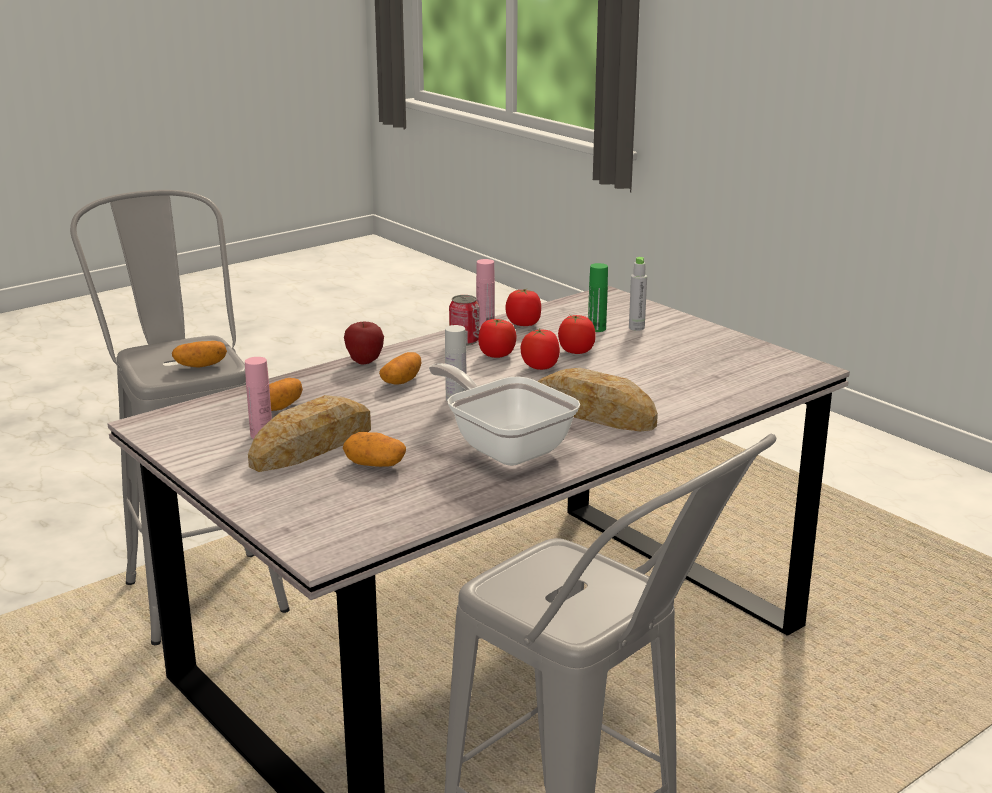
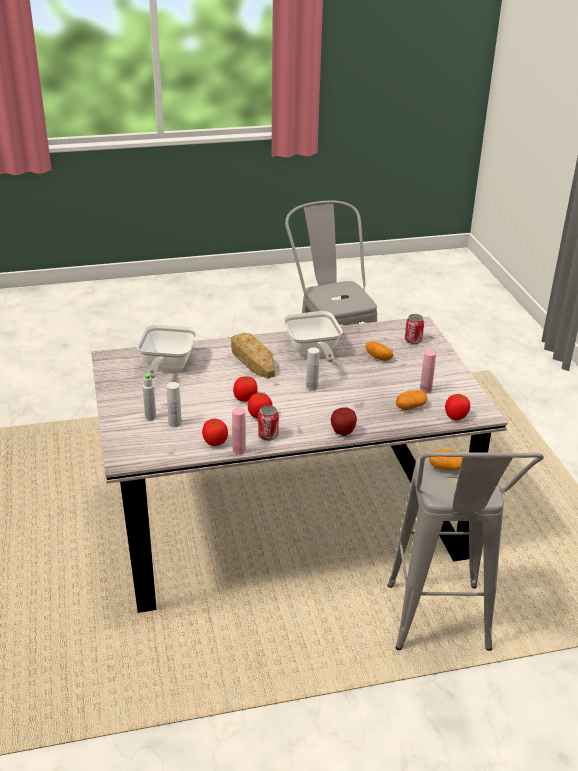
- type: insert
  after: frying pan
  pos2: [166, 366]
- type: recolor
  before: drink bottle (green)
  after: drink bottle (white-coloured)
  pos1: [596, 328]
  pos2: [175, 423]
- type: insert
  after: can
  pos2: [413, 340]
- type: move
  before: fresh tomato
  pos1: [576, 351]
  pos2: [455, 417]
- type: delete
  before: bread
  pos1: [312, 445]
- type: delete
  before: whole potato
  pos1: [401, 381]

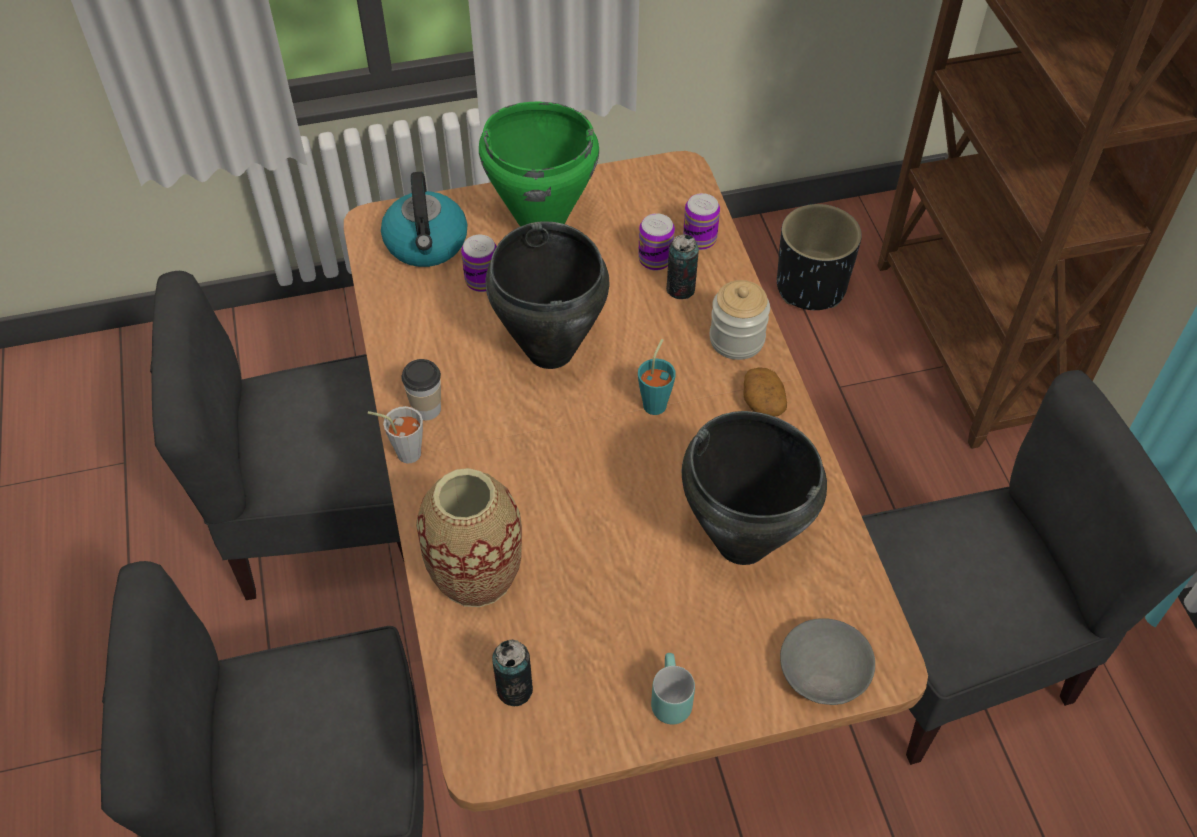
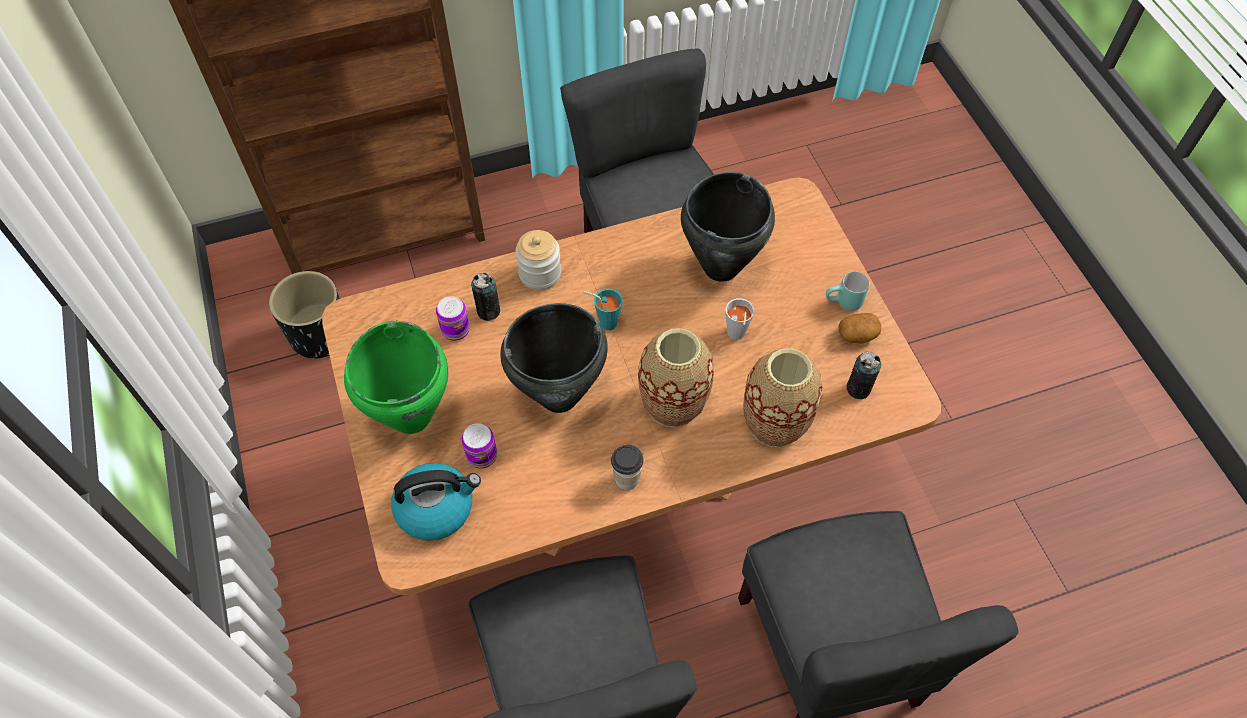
- type: insert
  after: flower vase
  pos2: [673, 404]
- type: move
  before: small cup (greyish)
  pos1: [403, 452]
  pos2: [735, 336]
- type: move
  before: whole potato
  pos1: [762, 402]
  pos2: [857, 335]
- type: delete
  before: can
  pos1: [699, 239]
- type: delete
  before: deep dish (greyish)
  pos1: [823, 671]

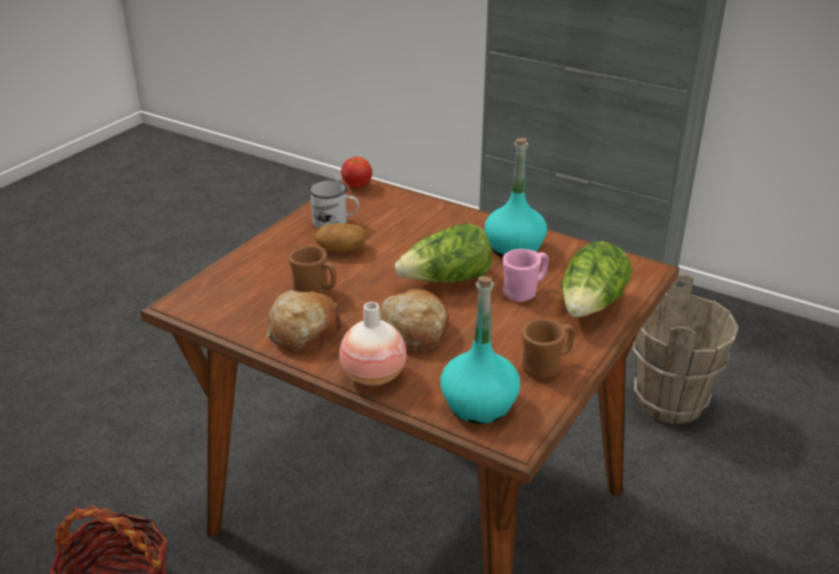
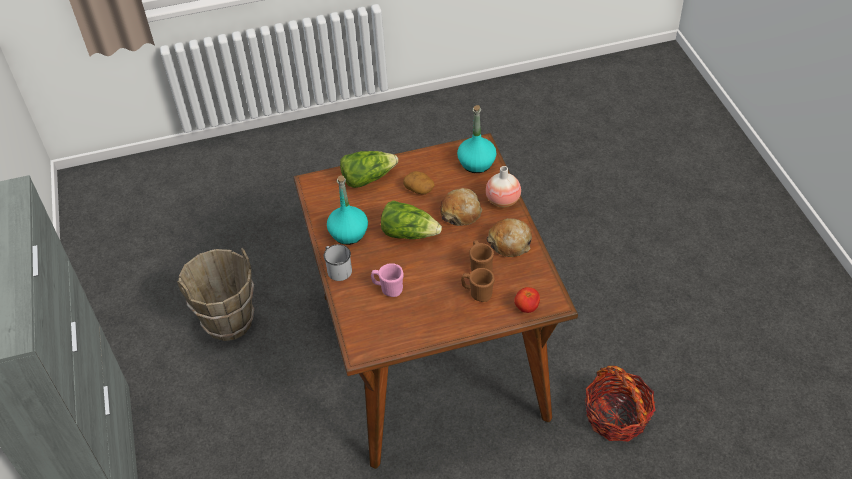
- type: move
  before: mug (white-coloured)
  pos1: [335, 222]
  pos2: [337, 269]
- type: move
  before: mug (pink-coloured)
  pos1: [524, 292]
  pos2: [388, 289]
- type: move
  before: whole potato
  pos1: [341, 249]
  pos2: [419, 189]
- type: move
  before: mug (brown)
  pos1: [546, 367]
  pos2: [477, 293]
- type: move
  before: fresh tomato
  pos1: [357, 185]
  pos2: [526, 307]

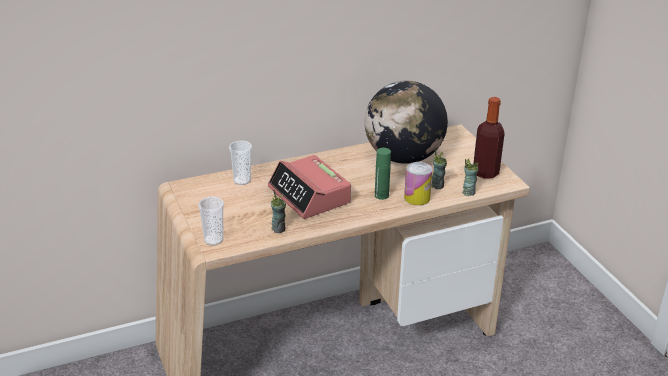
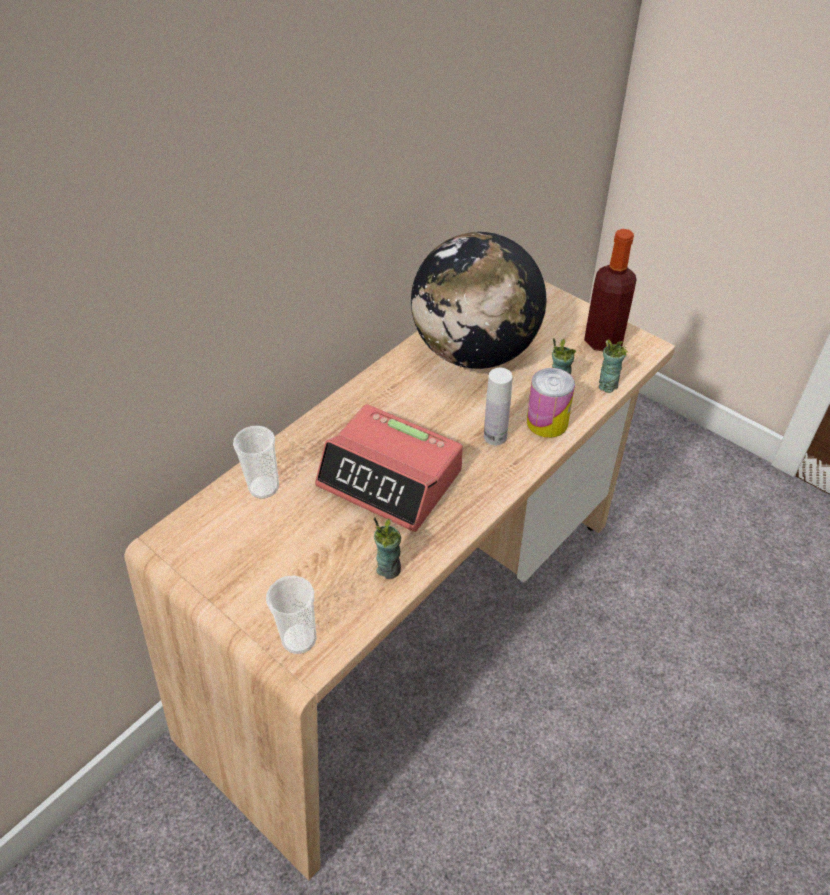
- type: recolor
  before: drink bottle (green)
  after: drink bottle (white-coloured)
  pos1: [381, 195]
  pos2: [495, 437]

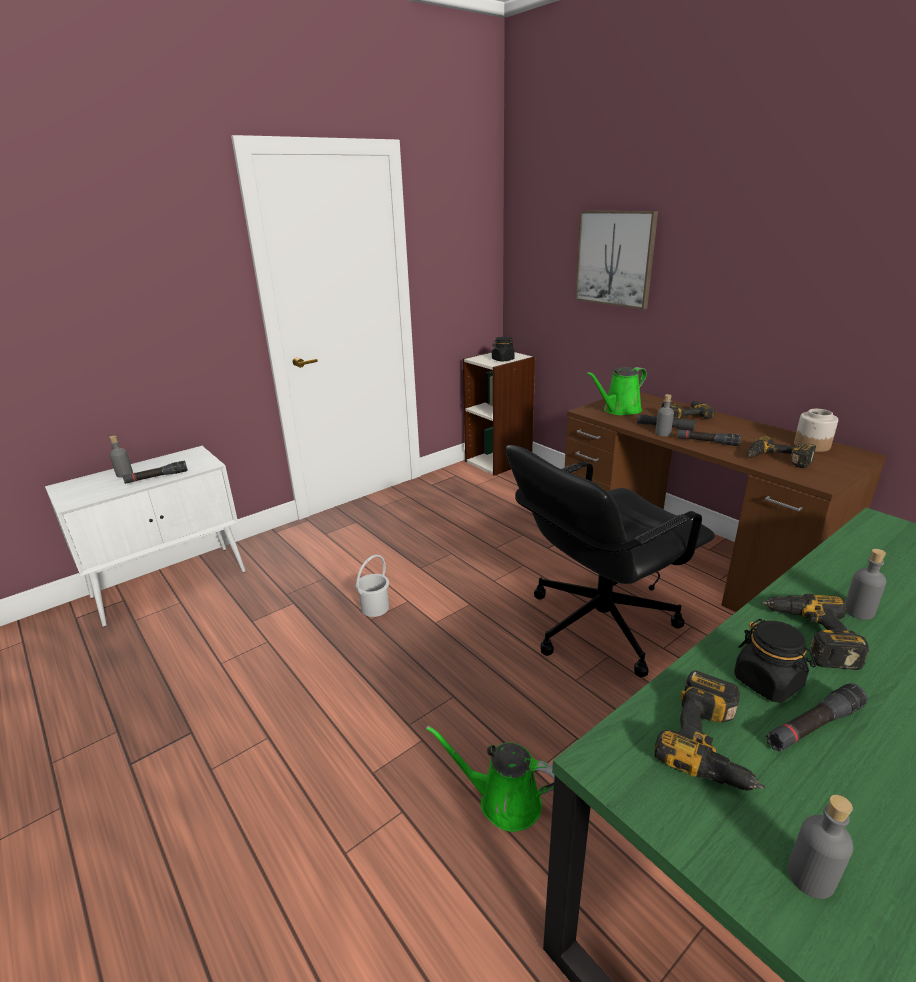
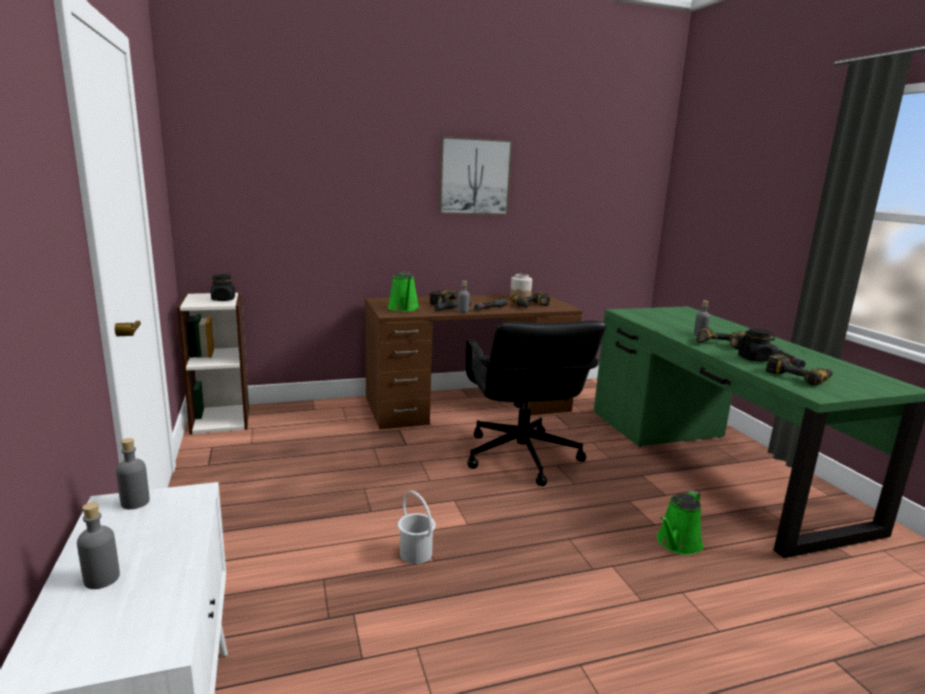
- type: move
  before: drink bottle (greyish)
  pos1: [810, 877]
  pos2: [135, 502]
- type: move
  before: wall art
  pos1: [615, 258]
  pos2: [474, 177]
- type: delete
  before: hand torch (black-coloured)
  pos1: [156, 477]

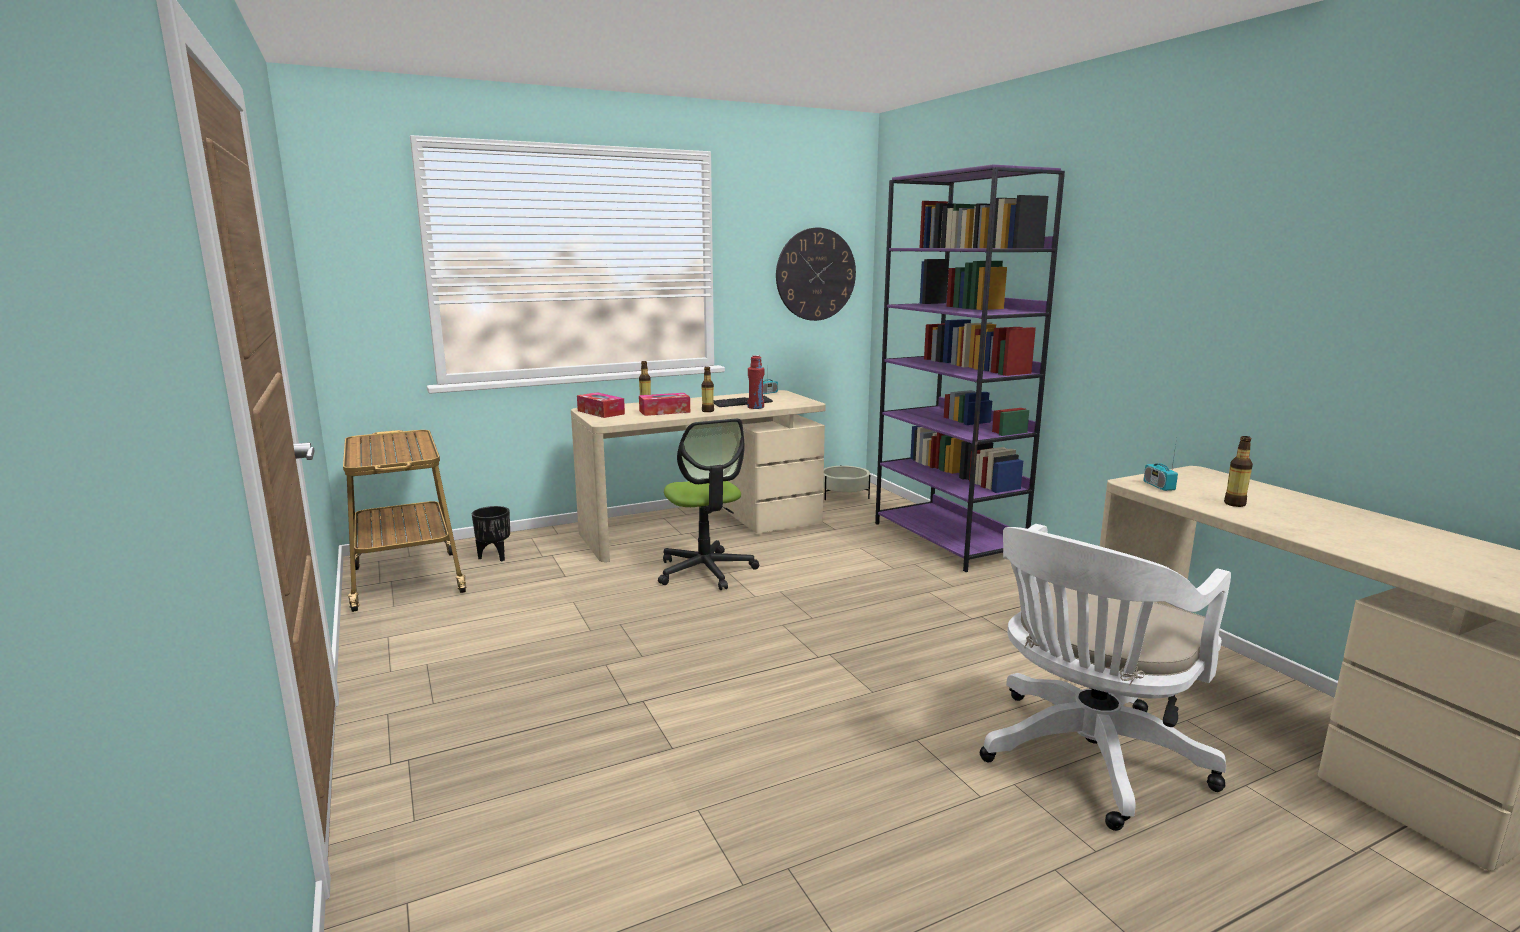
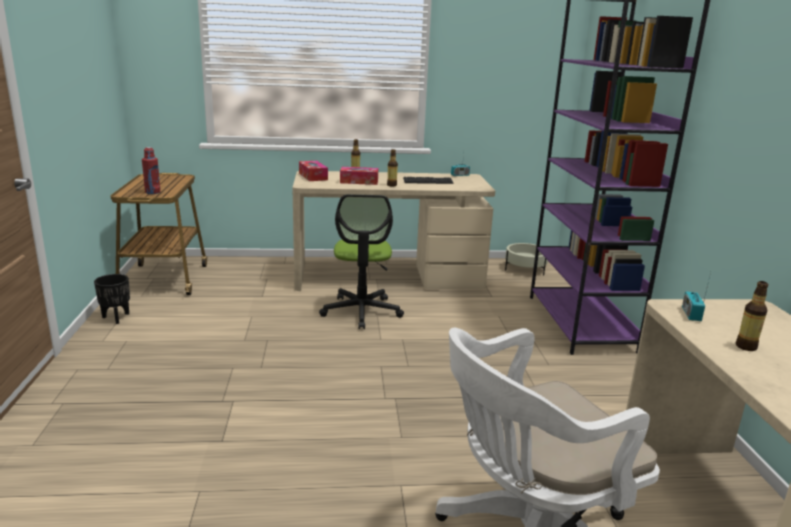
- type: move
  before: flower pot (black-coloured)
  pos1: [495, 556]
  pos2: [116, 318]
- type: move
  before: drink bottle (red)
  pos1: [755, 407]
  pos2: [153, 192]
- type: delete
  before: wall clock
  pos1: [816, 274]

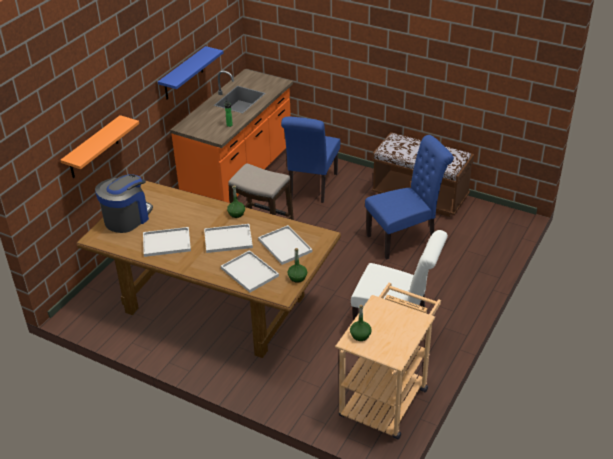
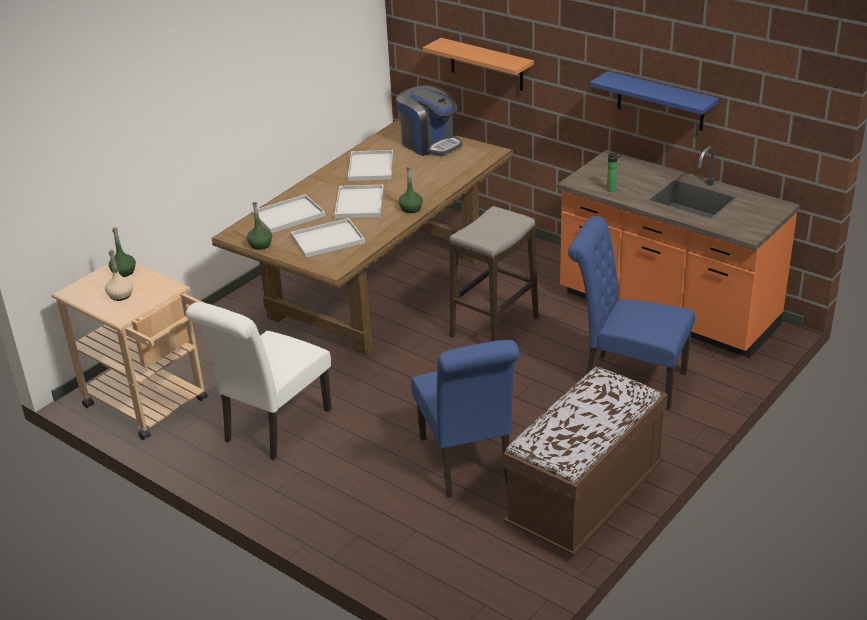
- type: insert
  after: drink bottle (beige)
  pos2: [120, 295]

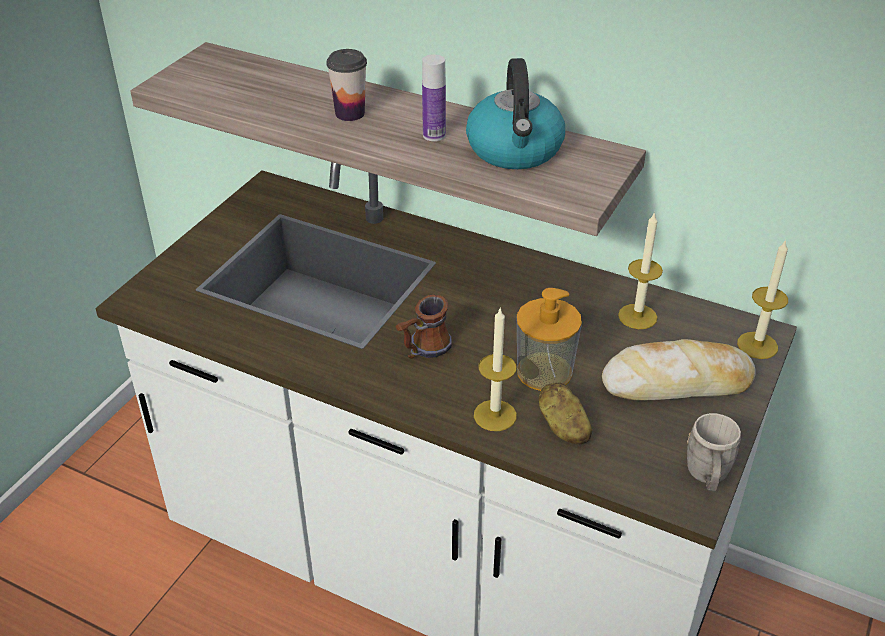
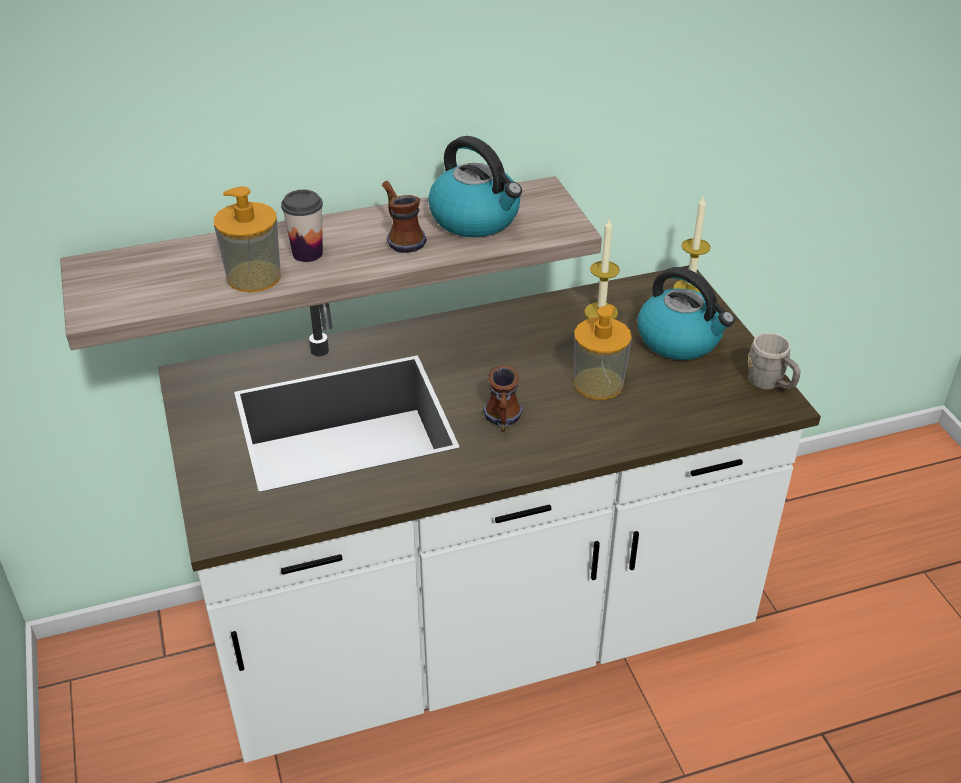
- type: insert
  after: liquid soap bottle
  pos2: [254, 276]
- type: replace
  before: drink bottle
  after: mug
  pos1: [434, 135]
  pos2: [401, 237]
- type: replace
  before: bread
  after: water kettle
  pos1: [677, 383]
  pos2: [680, 340]
- type: delete
  before: wax light
  pos1: [495, 415]
- type: delete
  before: whole potato
  pos1: [562, 427]

